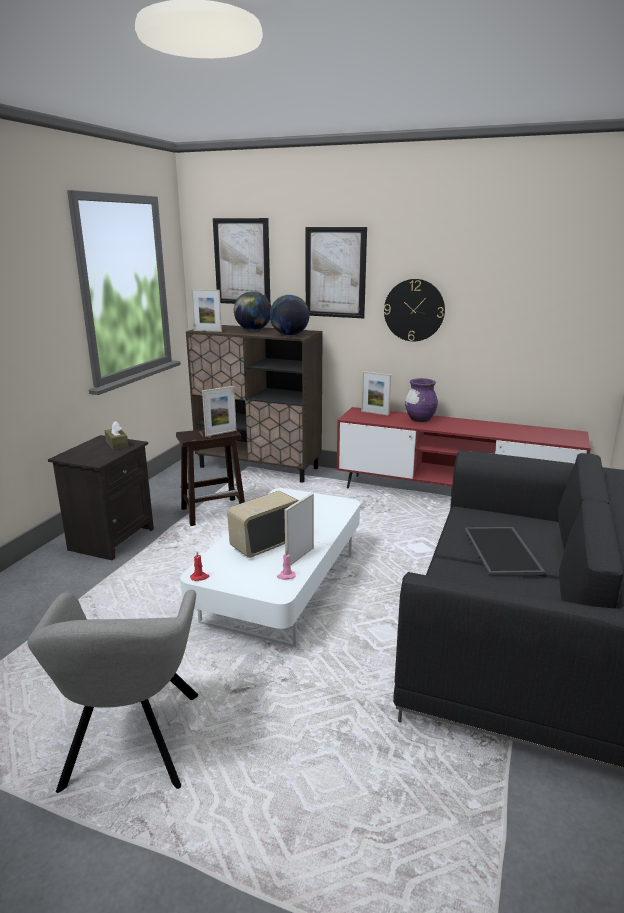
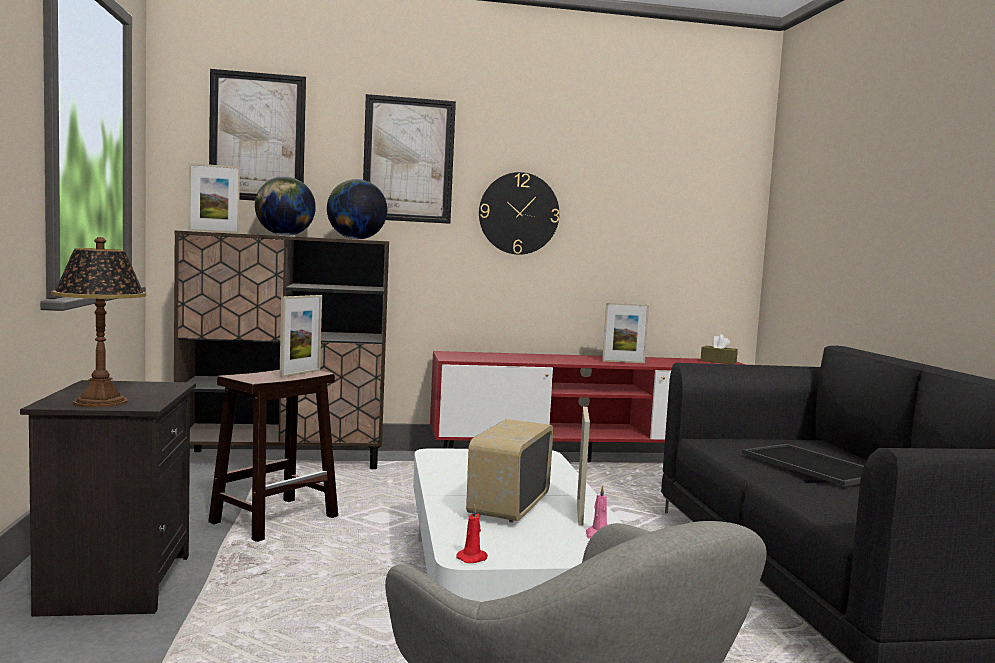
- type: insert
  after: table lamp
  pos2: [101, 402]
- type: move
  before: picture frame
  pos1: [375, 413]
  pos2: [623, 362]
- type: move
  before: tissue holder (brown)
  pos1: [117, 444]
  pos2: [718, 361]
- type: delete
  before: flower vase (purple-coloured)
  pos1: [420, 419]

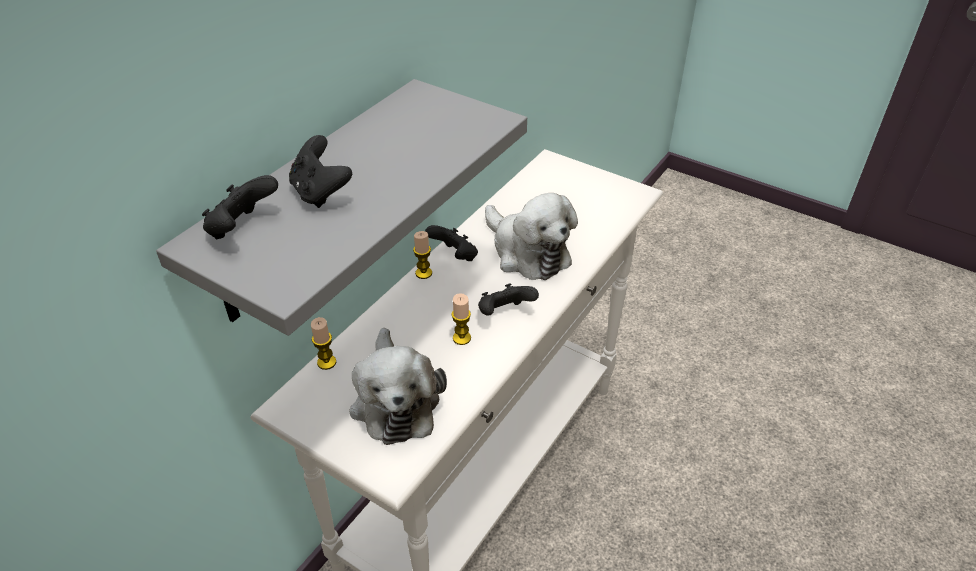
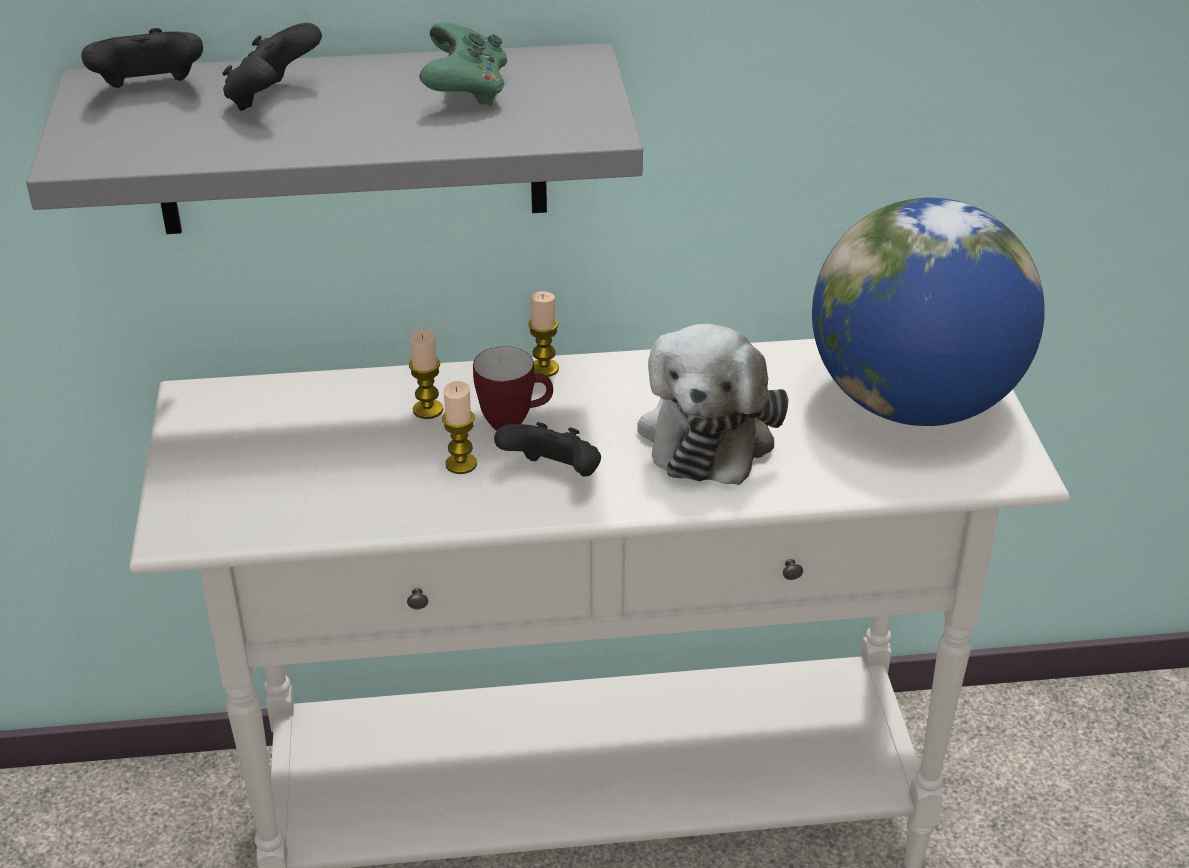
- type: move
  before: wax light
  pos1: [326, 362]
  pos2: [428, 410]
- type: insert
  after: gamepad (green)
  pos2: [466, 91]
- type: insert
  after: mug
  pos2: [514, 422]
- type: insert
  after: desk globe
  pos2: [913, 403]
- type: delete
  before: cuddly toy
  pos1: [395, 400]
- type: delete
  before: gamepad (black-coloured)
  pos1: [454, 257]

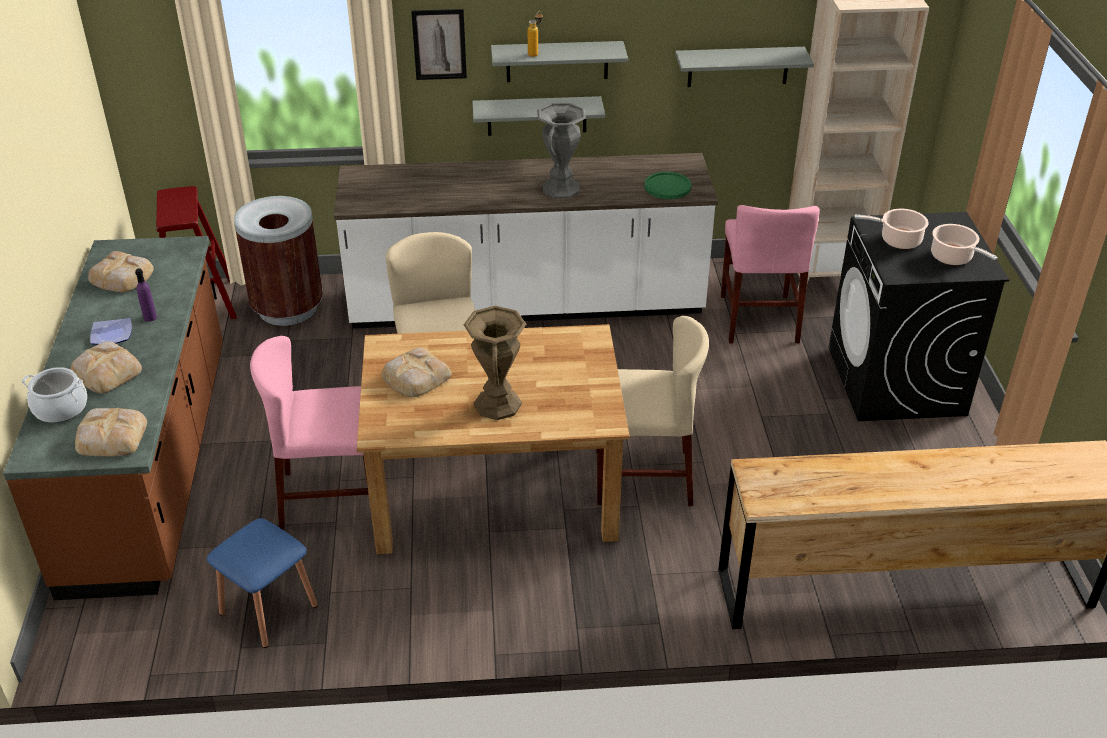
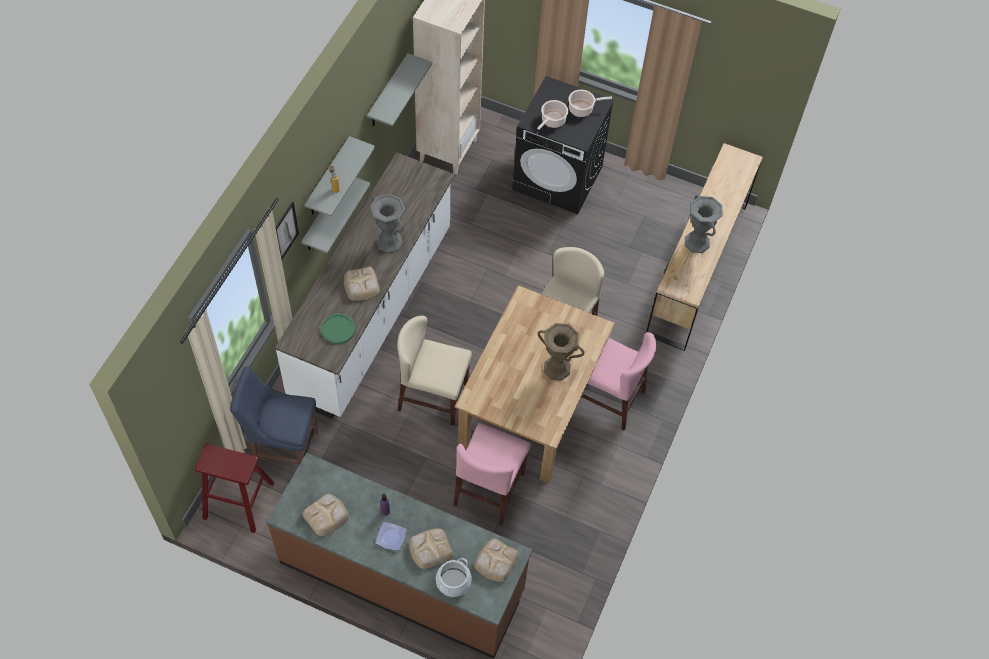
- type: replace
  before: waste bin (brown)
  after: chair (bluish)
  pos1: [288, 308]
  pos2: [283, 447]
- type: move
  before: plate (green)
  pos1: [667, 187]
  pos2: [338, 329]
- type: move
  before: bread
  pos1: [415, 377]
  pos2: [361, 286]
- type: move
  before: chair (pink-coloured)
  pos1: [758, 318]
  pos2: [608, 398]
- type: insert
  after: flower vase (greyish)
  pos2: [696, 242]
- type: delete
  before: stool seat (bluish)
  pos1: [268, 609]

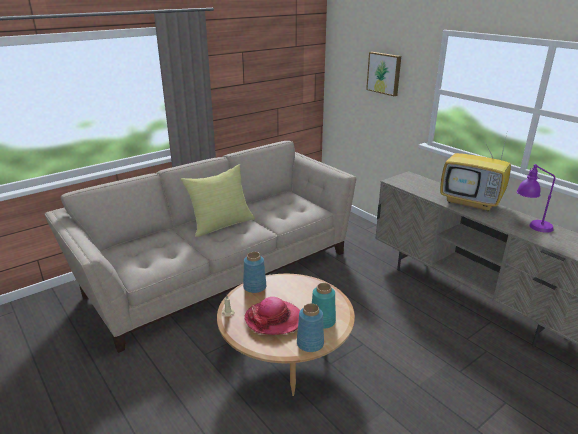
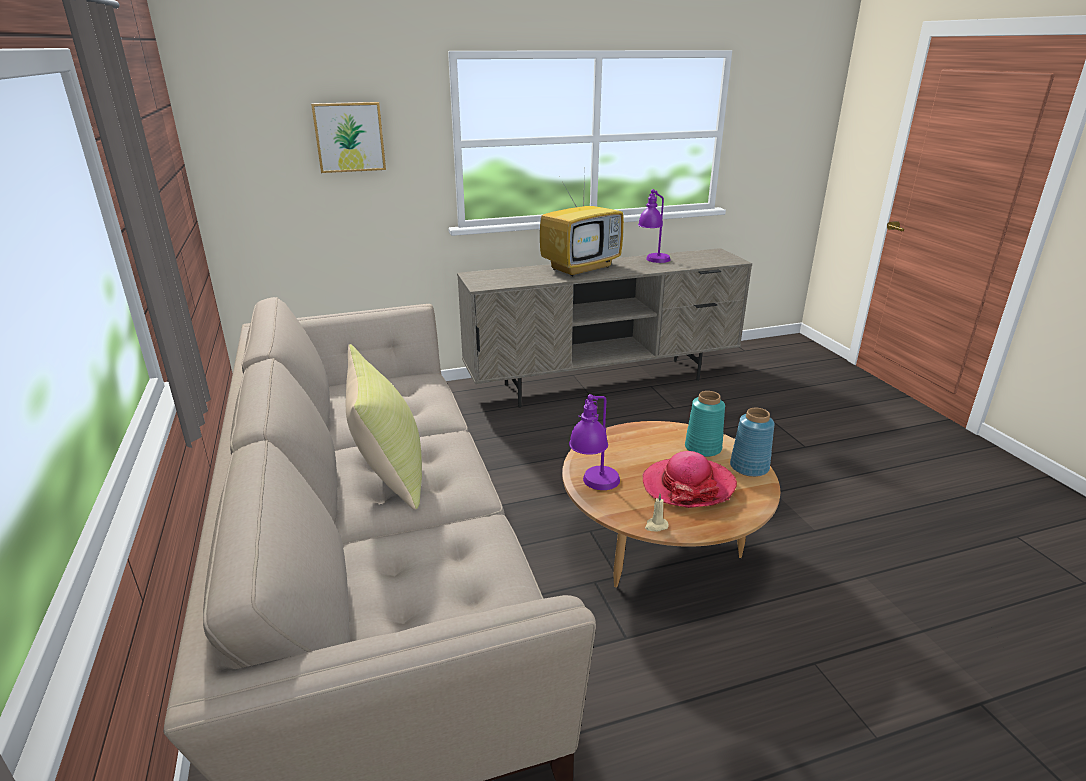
- type: replace
  before: flower vase (bluish)
  after: table lamp (purple-coloured)
  pos1: [254, 287]
  pos2: [594, 488]

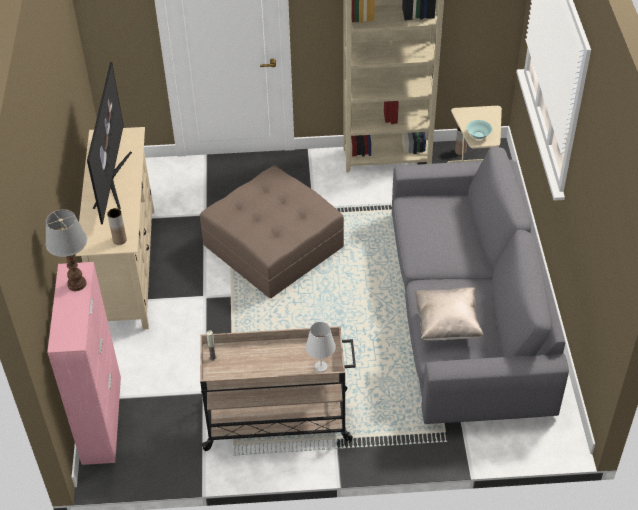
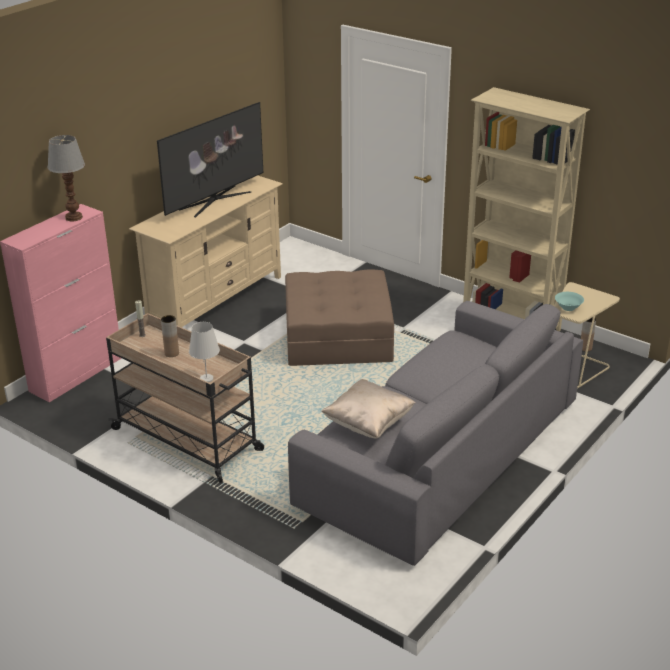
- type: move
  before: flower vase (brown)
  pos1: [119, 240]
  pos2: [171, 353]

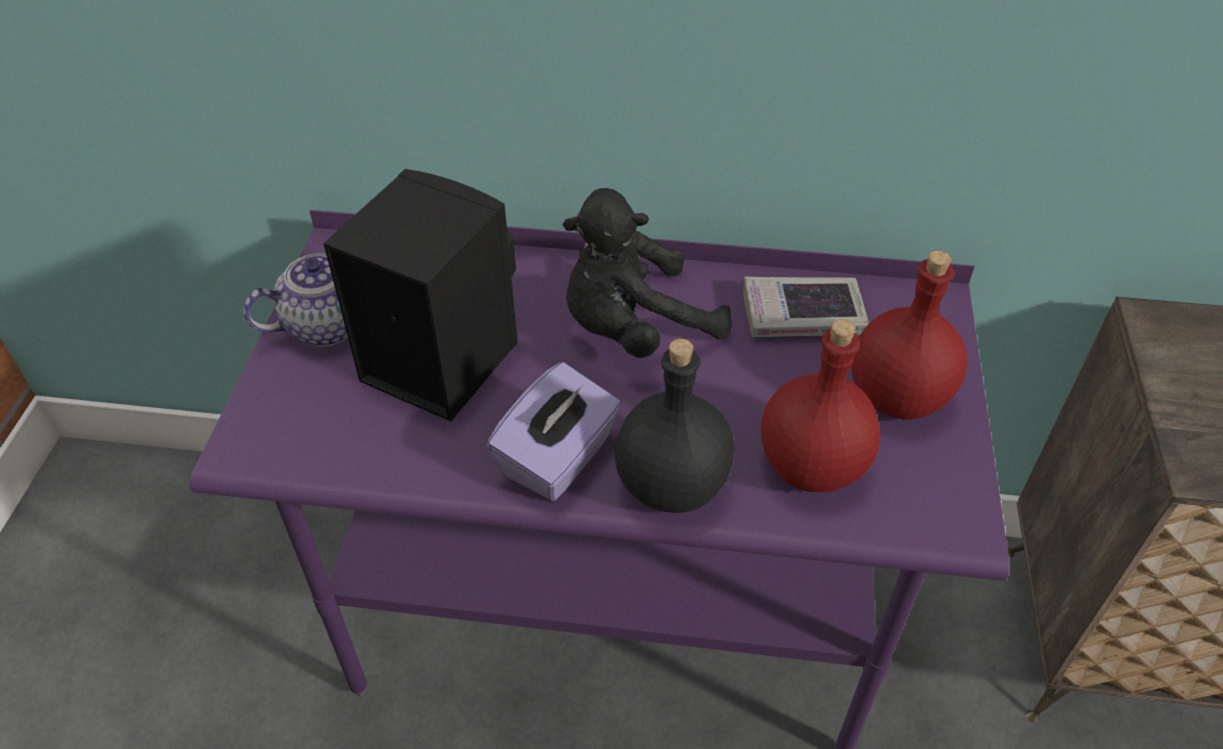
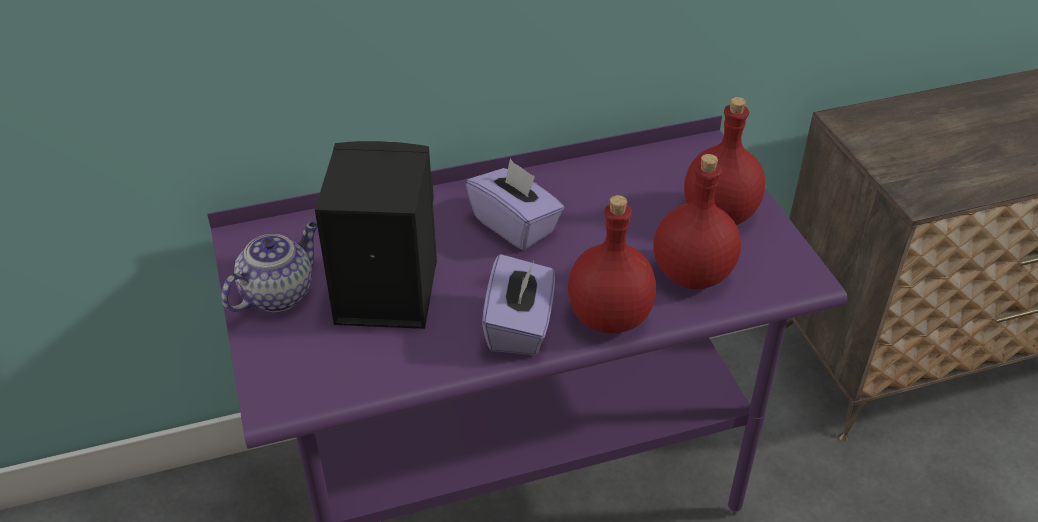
- type: replace
  before: cuddly toy (black-coloured)
  after: tissue holder (purple-coloured)
  pos1: [634, 328]
  pos2: [515, 225]
- type: recolor
  before: drink bottle (black-coloured)
  after: drink bottle (red)
  pos1: [670, 483]
  pos2: [607, 316]
- type: delete
  before: book
  pos1: [803, 315]

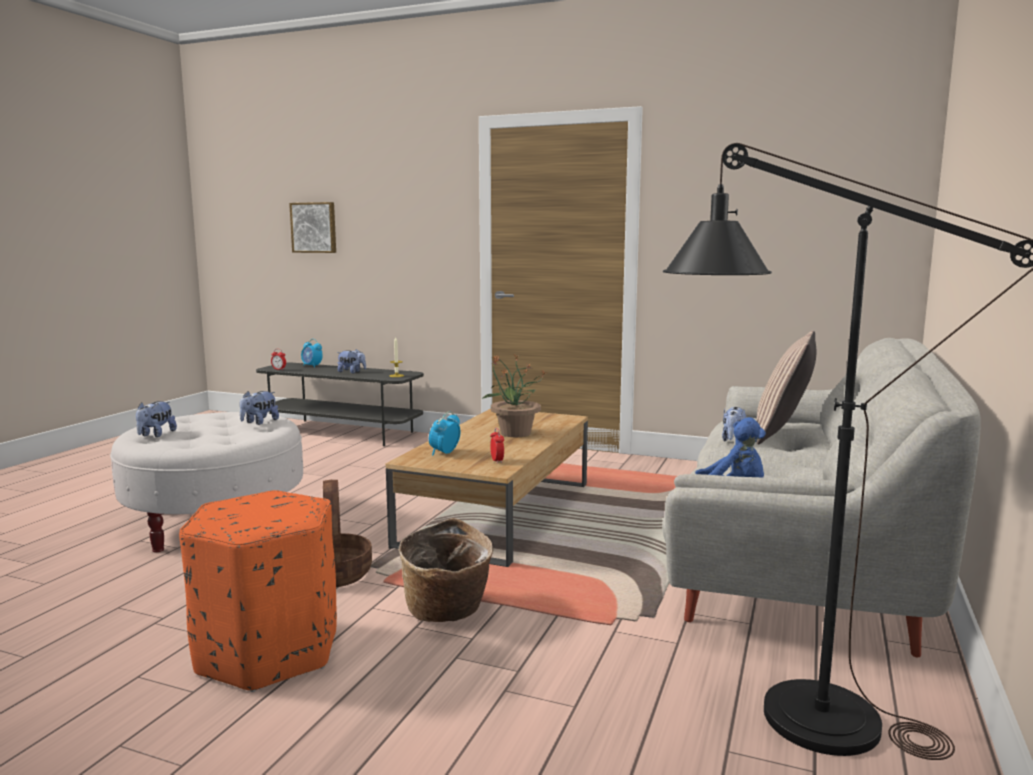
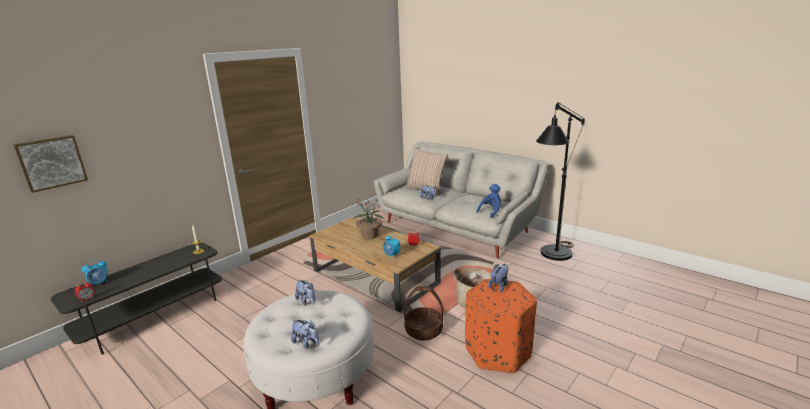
- type: move
  before: cuddly toy
  pos1: [352, 372]
  pos2: [499, 286]

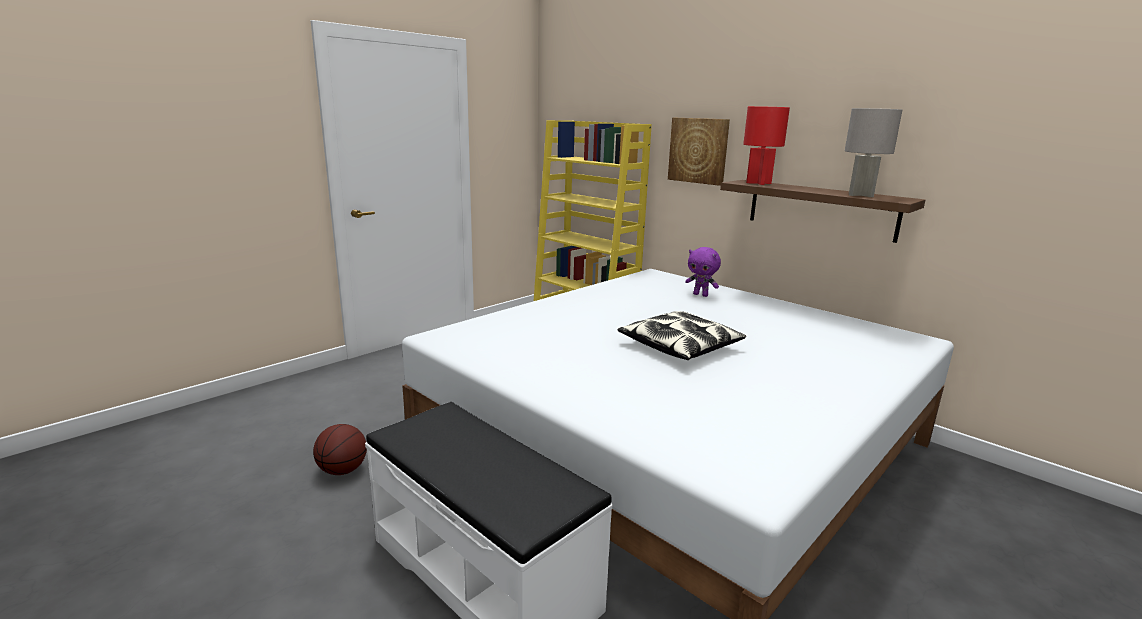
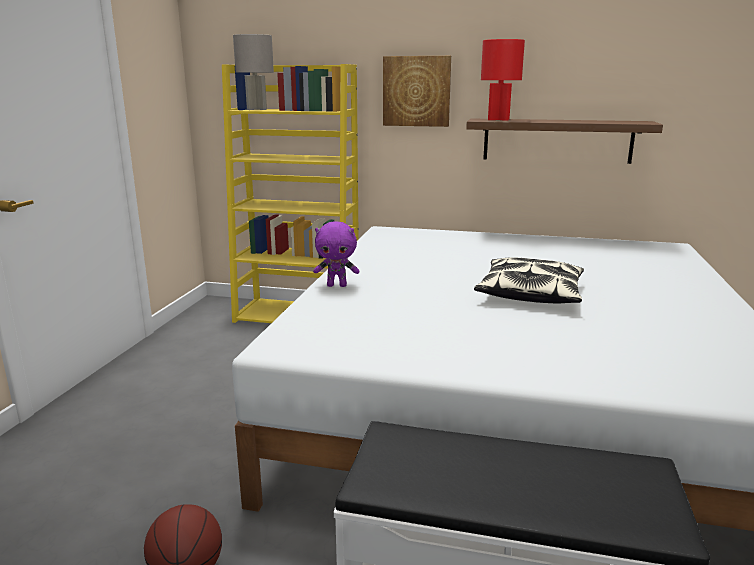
- type: move
  before: table lamp (greyish)
  pos1: [861, 195]
  pos2: [257, 109]
- type: move
  before: cuddly toy (purple-coloured)
  pos1: [701, 295]
  pos2: [337, 285]

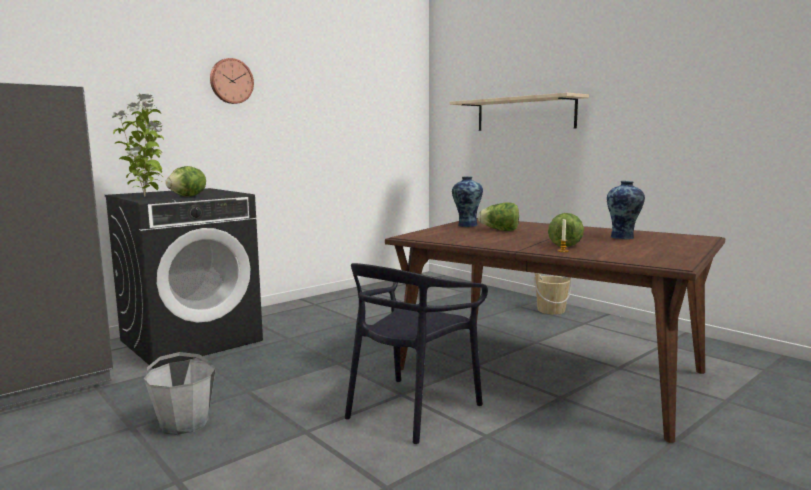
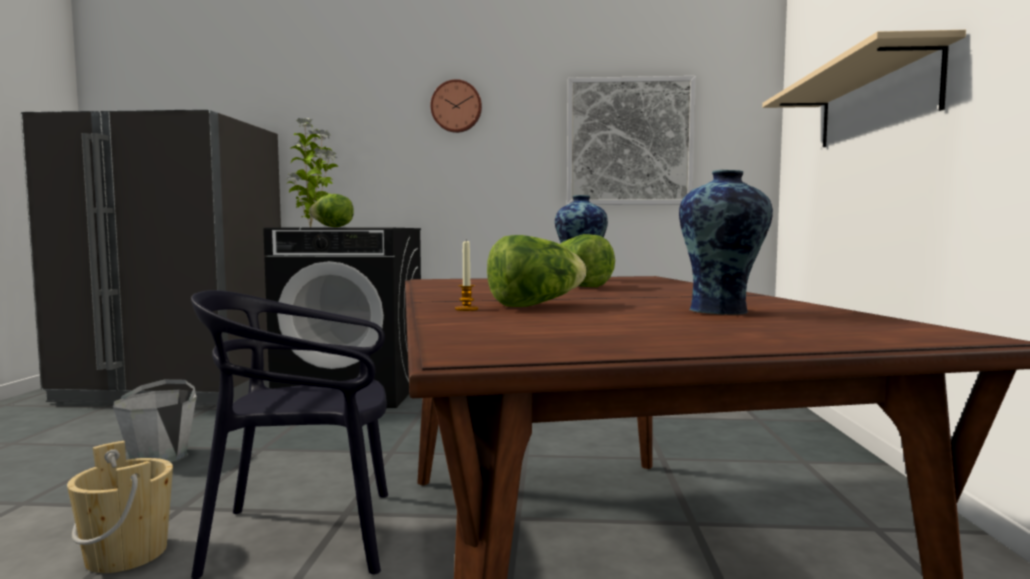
- type: move
  before: pail (beige)
  pos1: [551, 310]
  pos2: [126, 554]
- type: insert
  after: wall art
  pos2: [629, 142]

